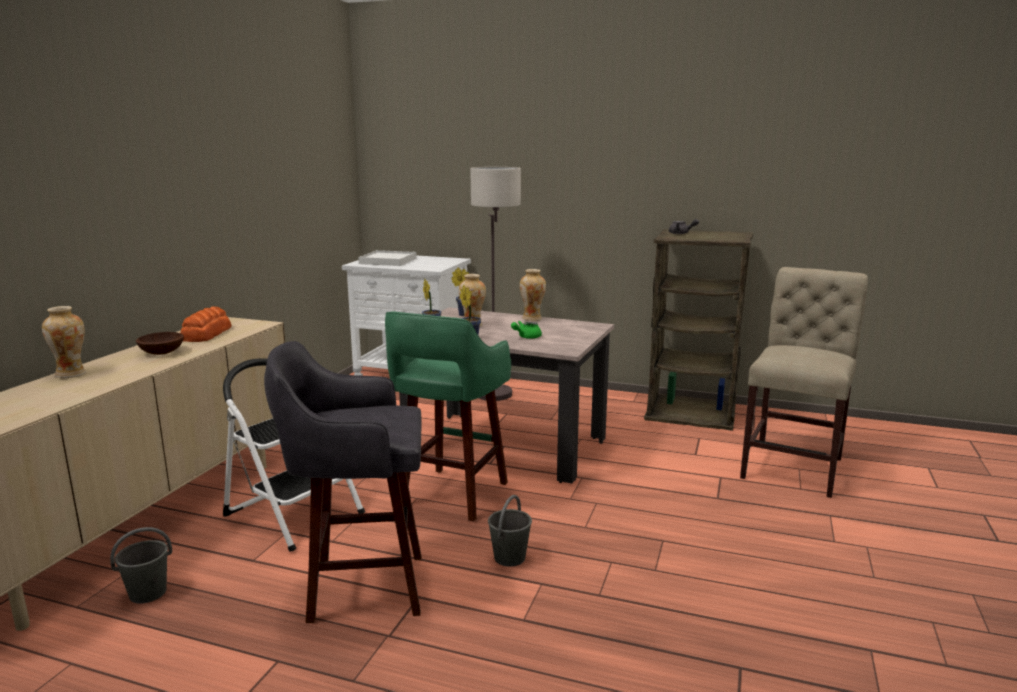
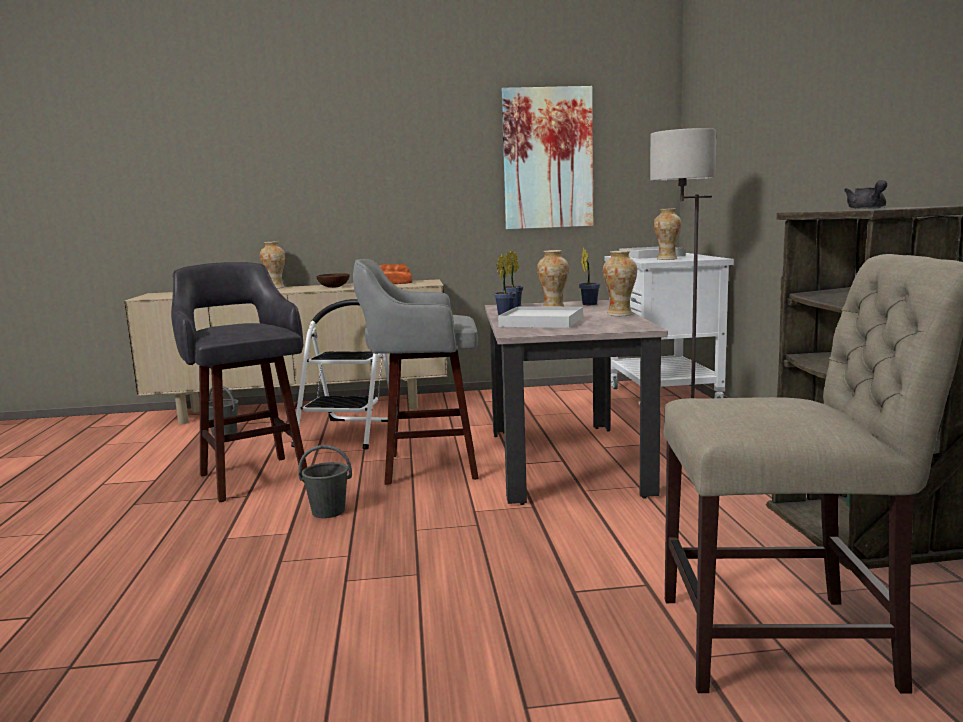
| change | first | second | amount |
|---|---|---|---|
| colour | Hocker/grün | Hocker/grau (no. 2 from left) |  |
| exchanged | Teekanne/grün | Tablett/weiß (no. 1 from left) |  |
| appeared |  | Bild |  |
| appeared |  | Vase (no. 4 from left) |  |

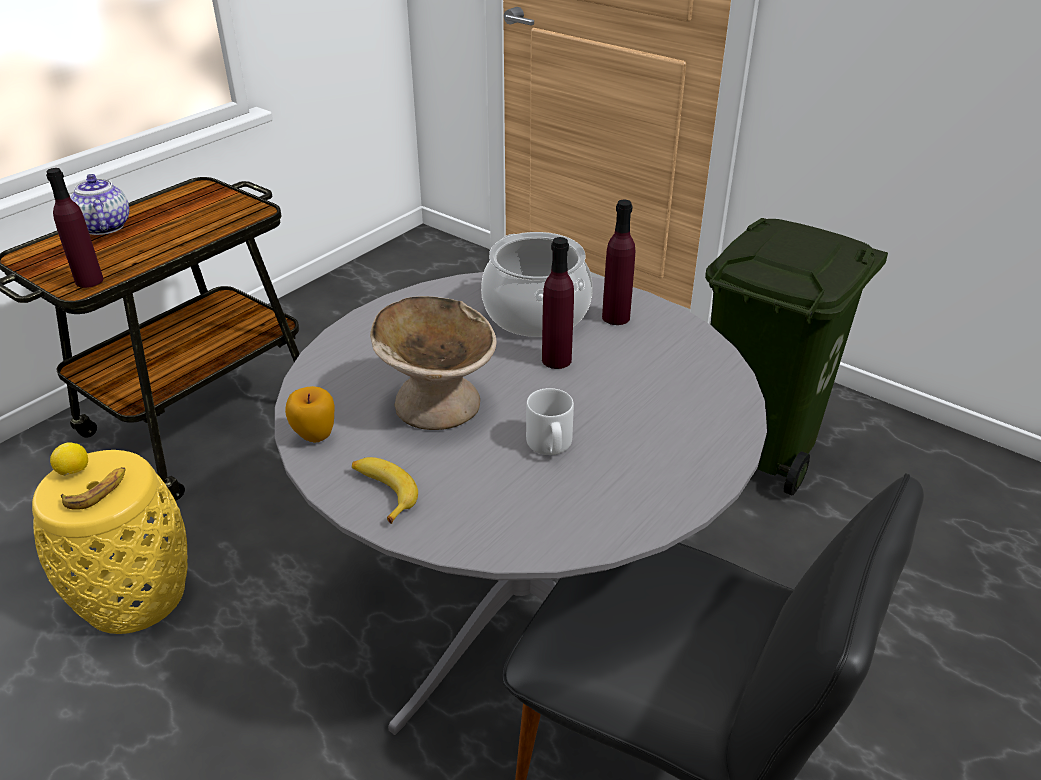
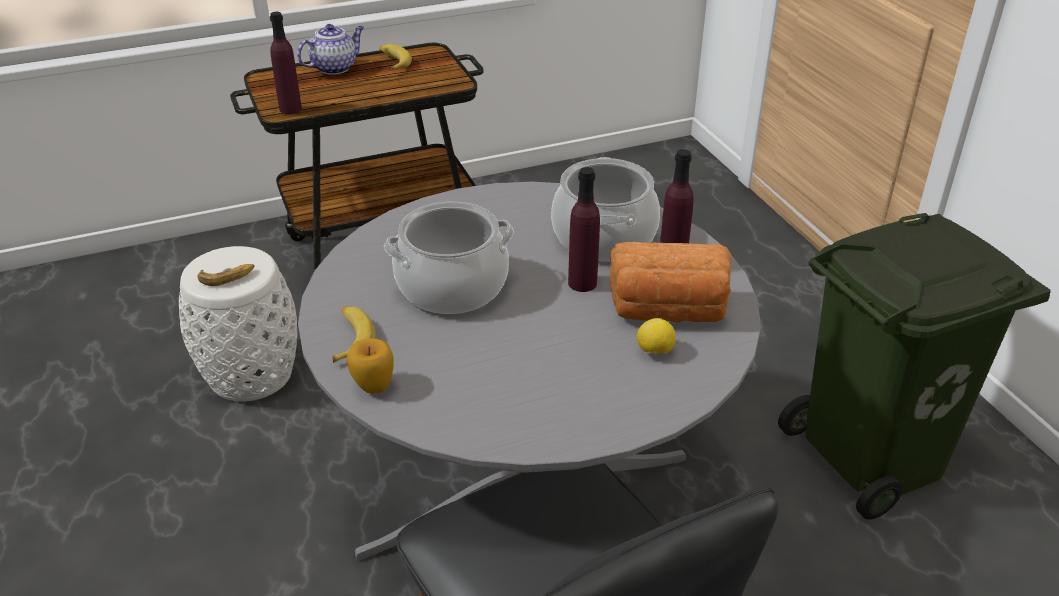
| change | first | second | amount |
|---|---|---|---|
| colour | Hocker/gelb | Hocker/weiß |  |
| relocated | Zitrone |  |  |
| spun | Teekanne |  | 45 degrees clockwise |
| relocated | Apfel |  |  |
| exchanged | Schüssel/beige | Kochtopf (no. 1 from left) |  |
| missing | Henkelbecher/grau |  |  |
| appeared |  | Banane (no. 3 from left) |  |
| appeared |  | Brot |  |

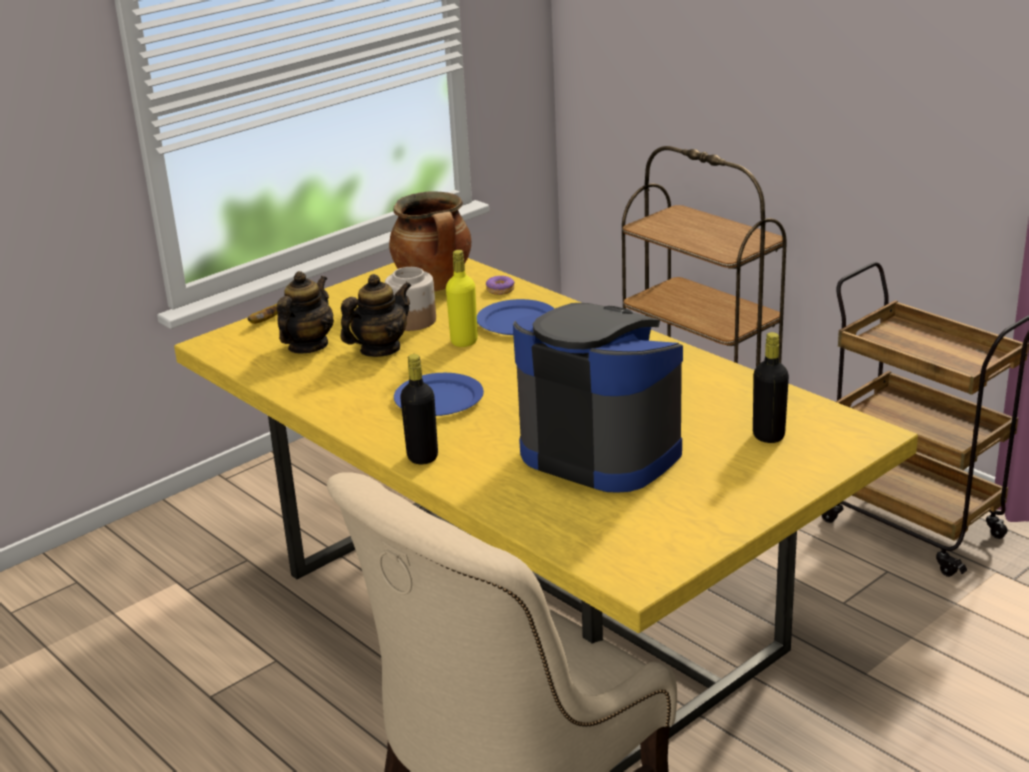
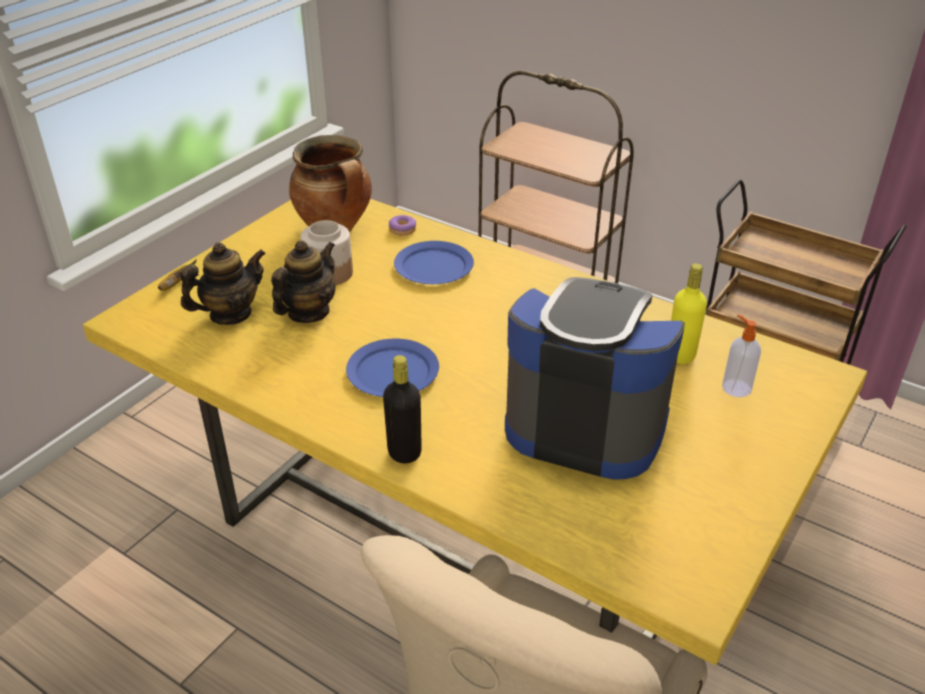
| change | first | second | amount |
|---|---|---|---|
| spun | Teekanne (no. 1 from left) |  | 45 degrees clockwise |
| relocated | Flasche/gelb |  |  |
| exchanged | Flasche/schwarz (no. 2 from left) | Seifenspender |  |

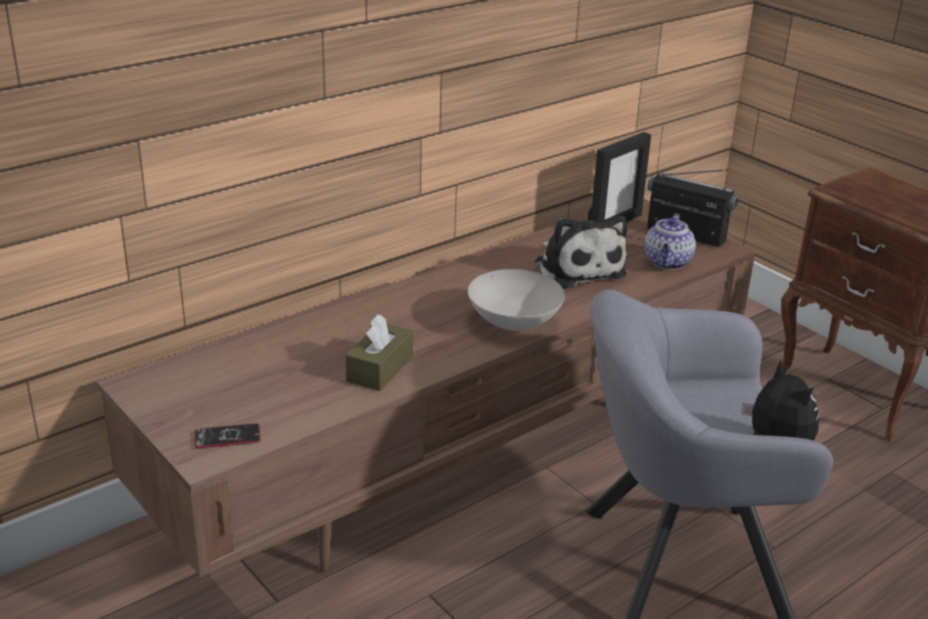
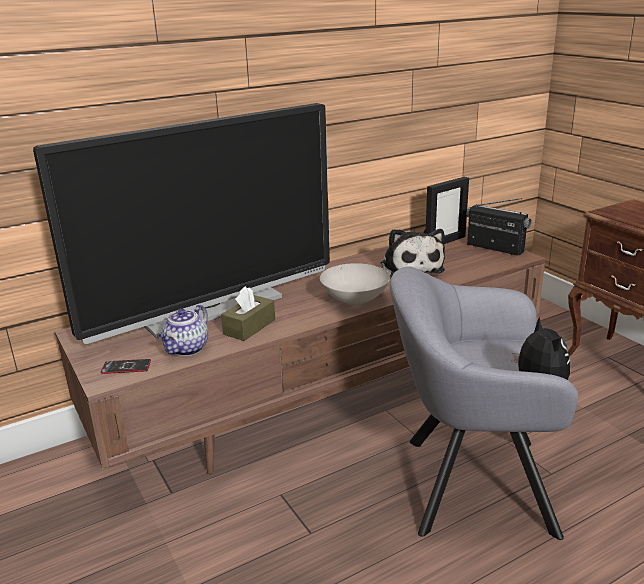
| change | first | second | amount |
|---|---|---|---|
| relocated | Teekanne |  |  |
| appeared |  | Fernseher |  |

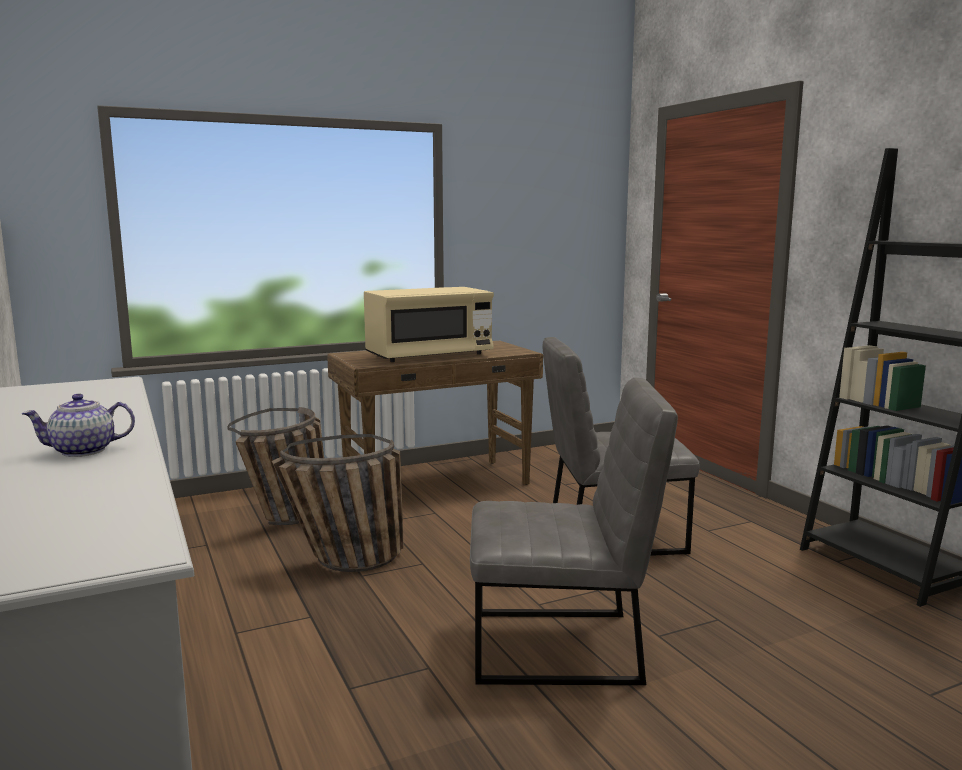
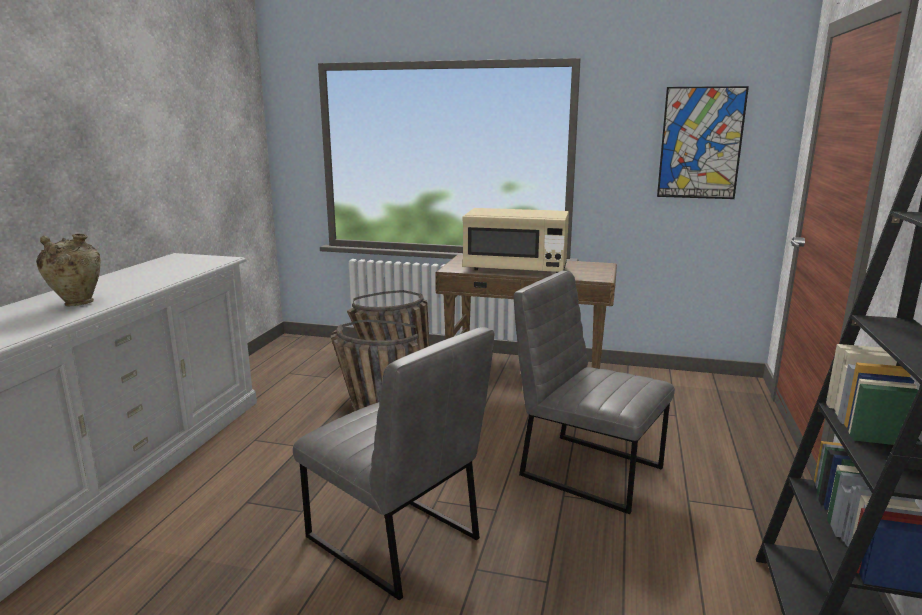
| change | first | second | amount |
|---|---|---|---|
| exchanged | Teekanne | Vase/beige |  |
| appeared |  | Bild |  |

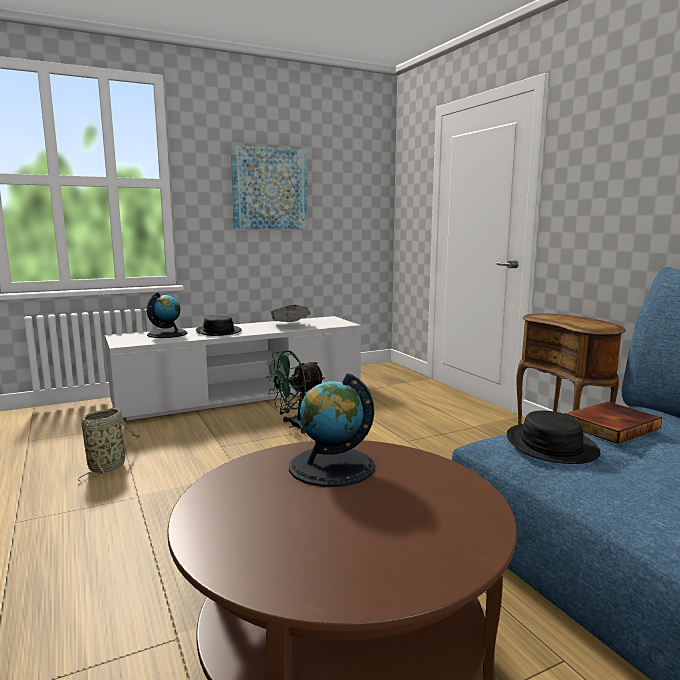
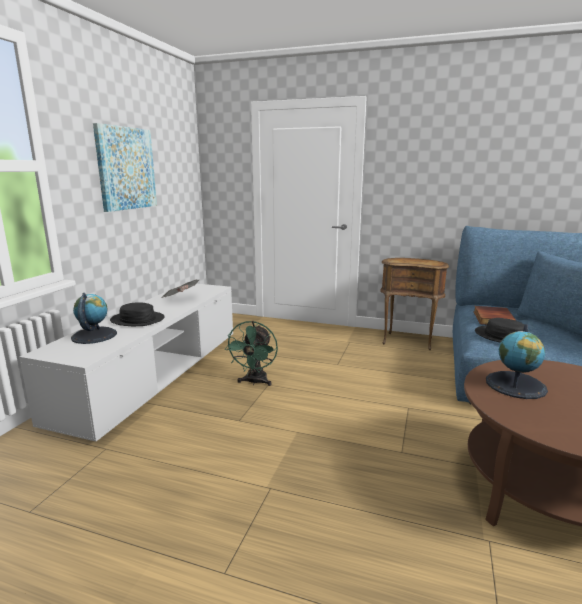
| change | first | second | amount |
|---|---|---|---|
| missing | Korb |  |  |

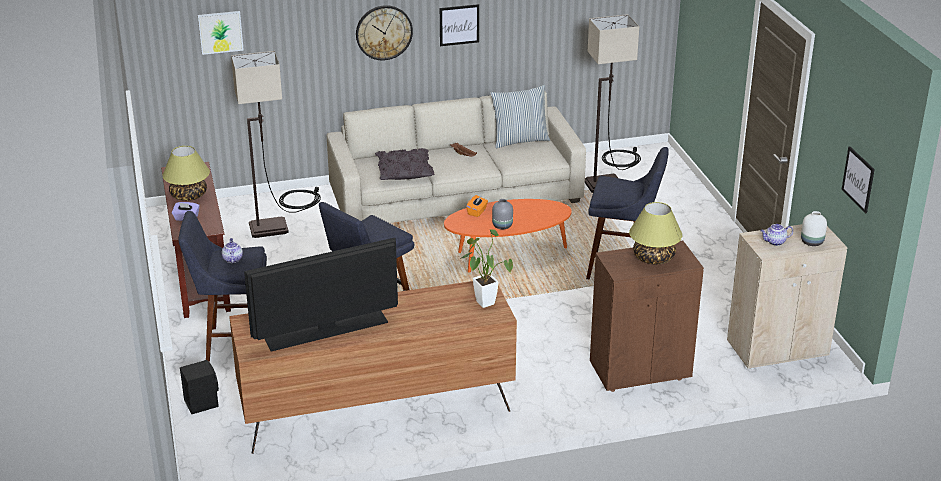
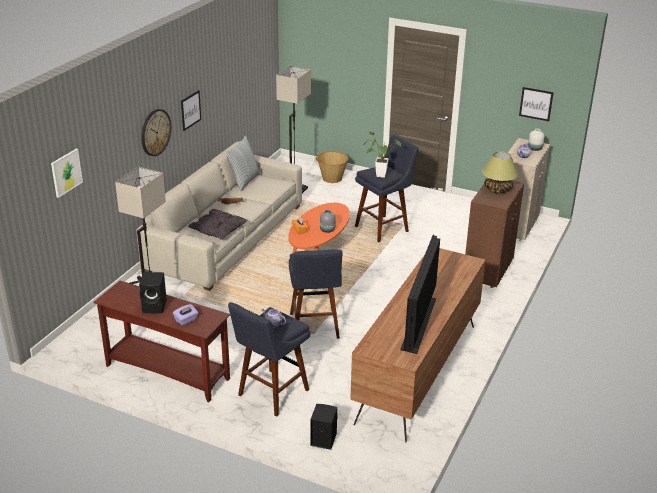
| change | first | second | amount |
|---|---|---|---|
| exchanged | Tischlampe (no. 1 from left) | Lautsprecher/schwarz (no. 1 from left) |  |
| relocated | Topfpflanze |  |  |
| appeared |  | Korb |  |

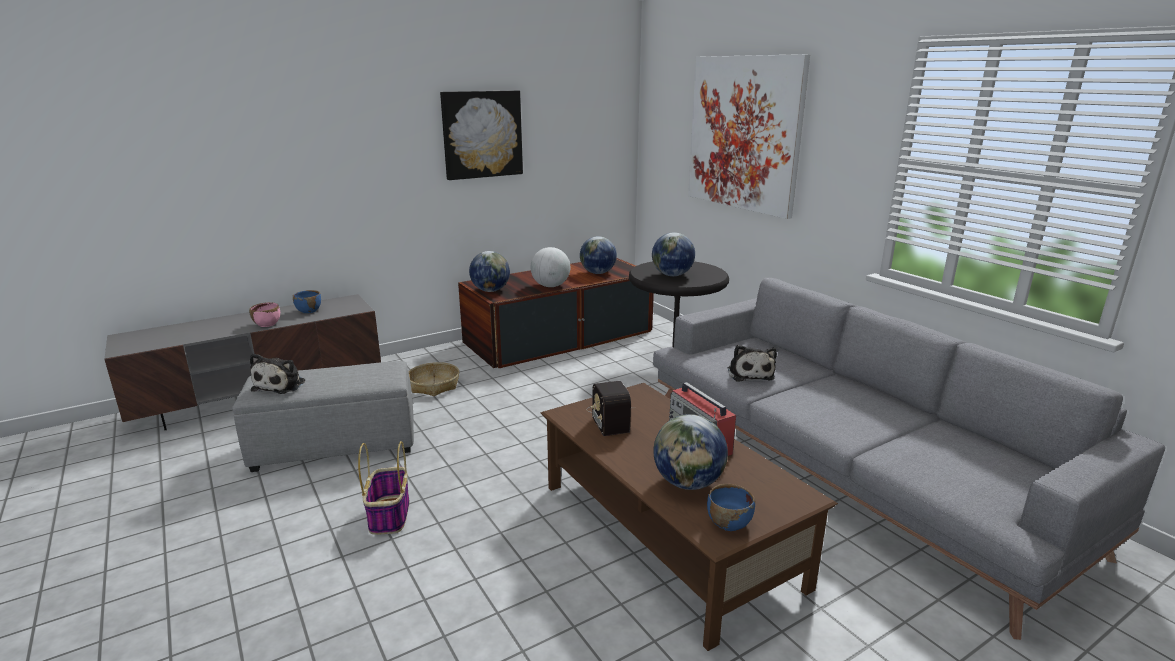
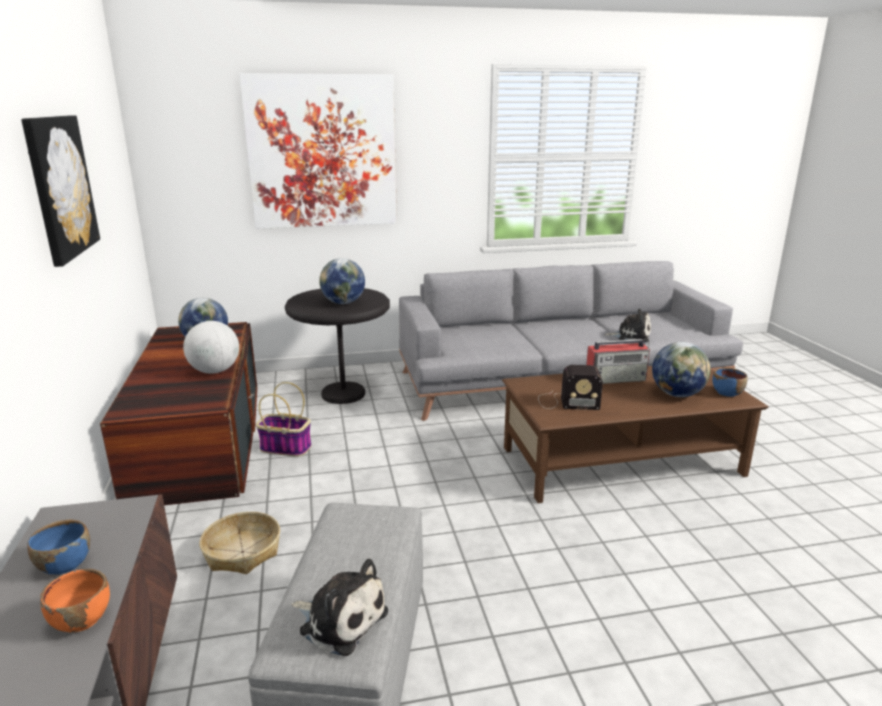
| change | first | second | amount |
|---|---|---|---|
| colour | Schüssel/rosa | Schüssel/orange |  |
| relocated | Korb (no. 1 from left in the first image) | Korb (no. 2 from left) |  |
| missing | Globus (no. 1 from left) |  |  |
| relocated | Plüschtier (no. 2 from left) |  |  |

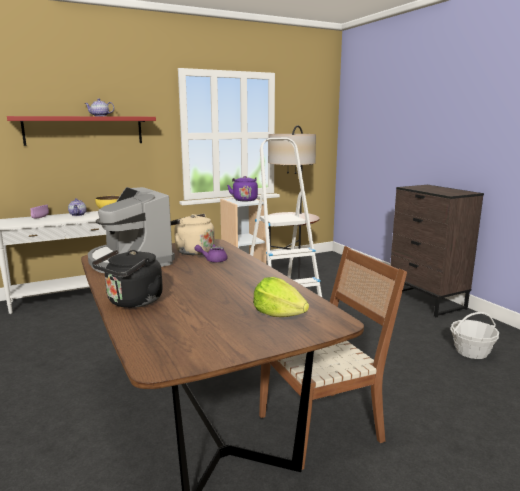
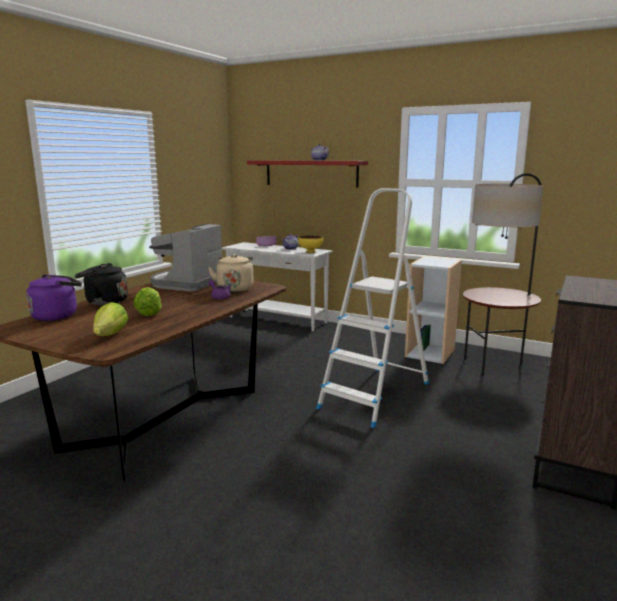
| change | first | second | amount |
|---|---|---|---|
| relocated | Wasserkessel/lila |  |  |
| missing | Stuhl |  |  |
| missing | Korb |  |  |
| appeared |  | Salatkopf (no. 2 from left) |  |

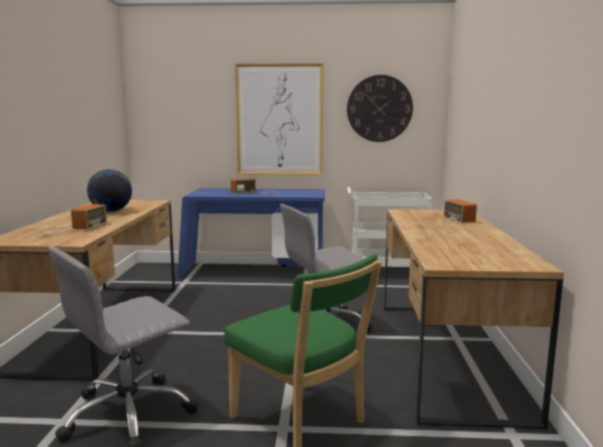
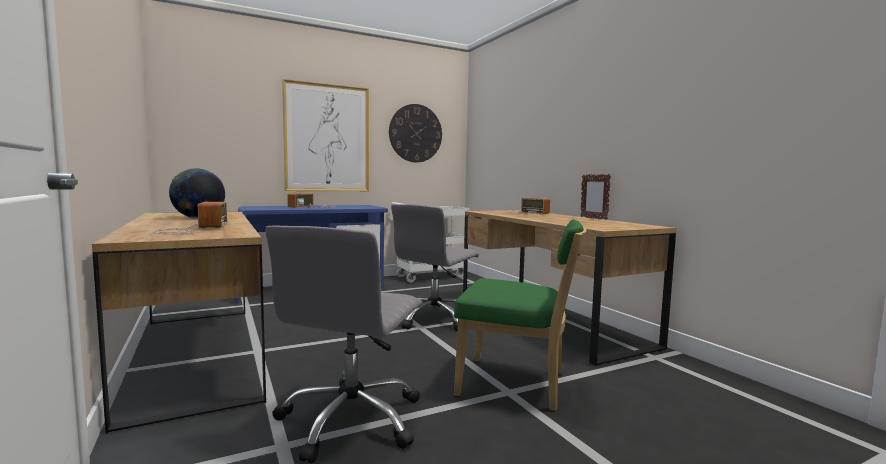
| change | first | second | amount |
|---|---|---|---|
| appeared |  | Bilderrahmen |  |

